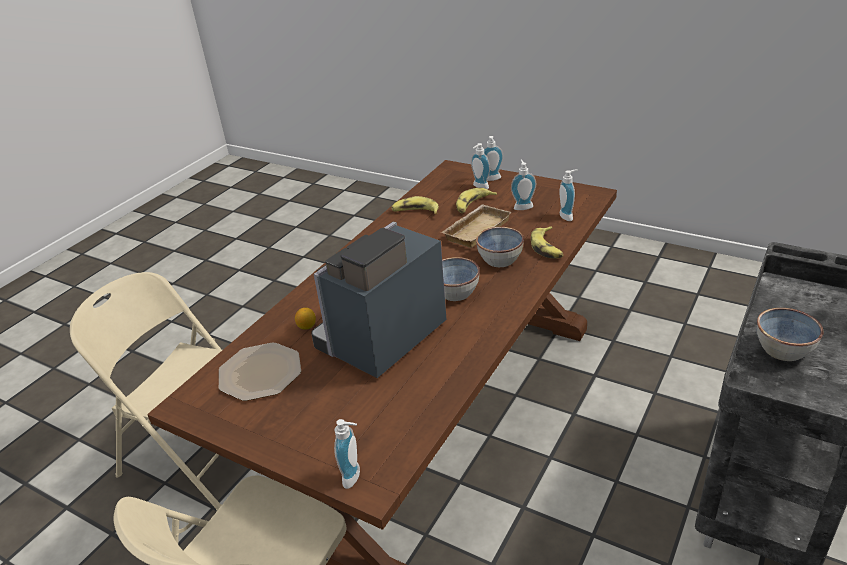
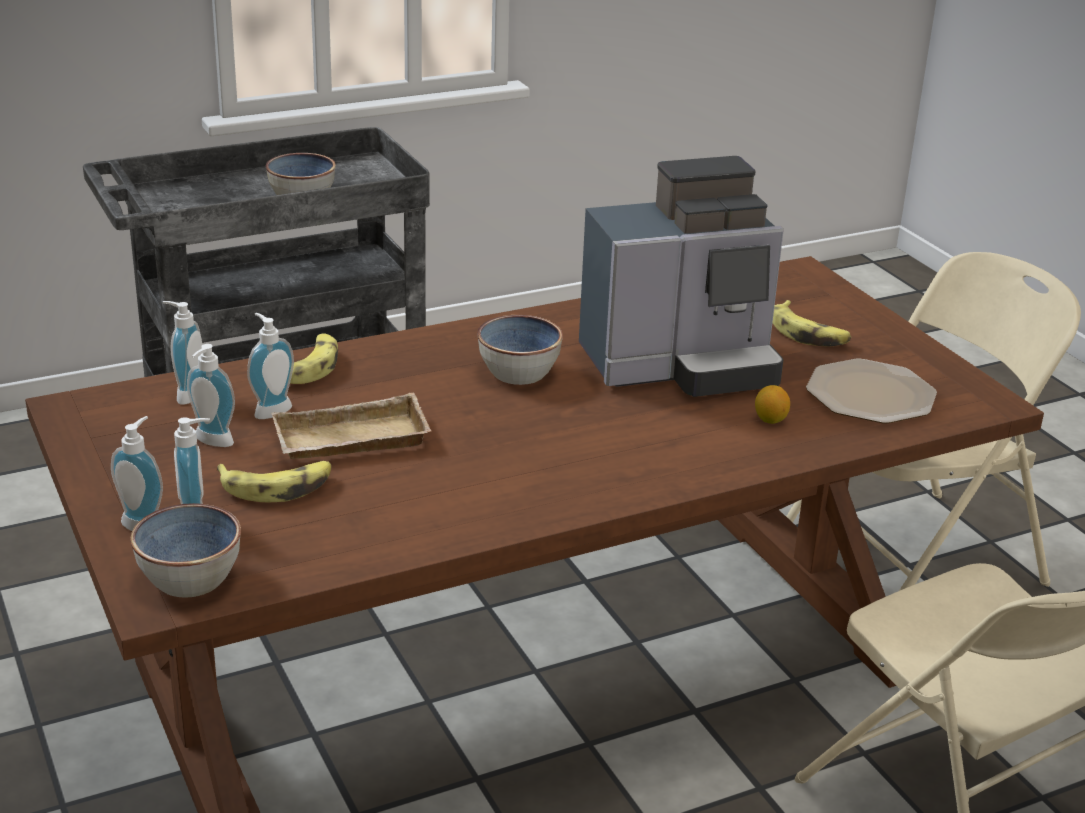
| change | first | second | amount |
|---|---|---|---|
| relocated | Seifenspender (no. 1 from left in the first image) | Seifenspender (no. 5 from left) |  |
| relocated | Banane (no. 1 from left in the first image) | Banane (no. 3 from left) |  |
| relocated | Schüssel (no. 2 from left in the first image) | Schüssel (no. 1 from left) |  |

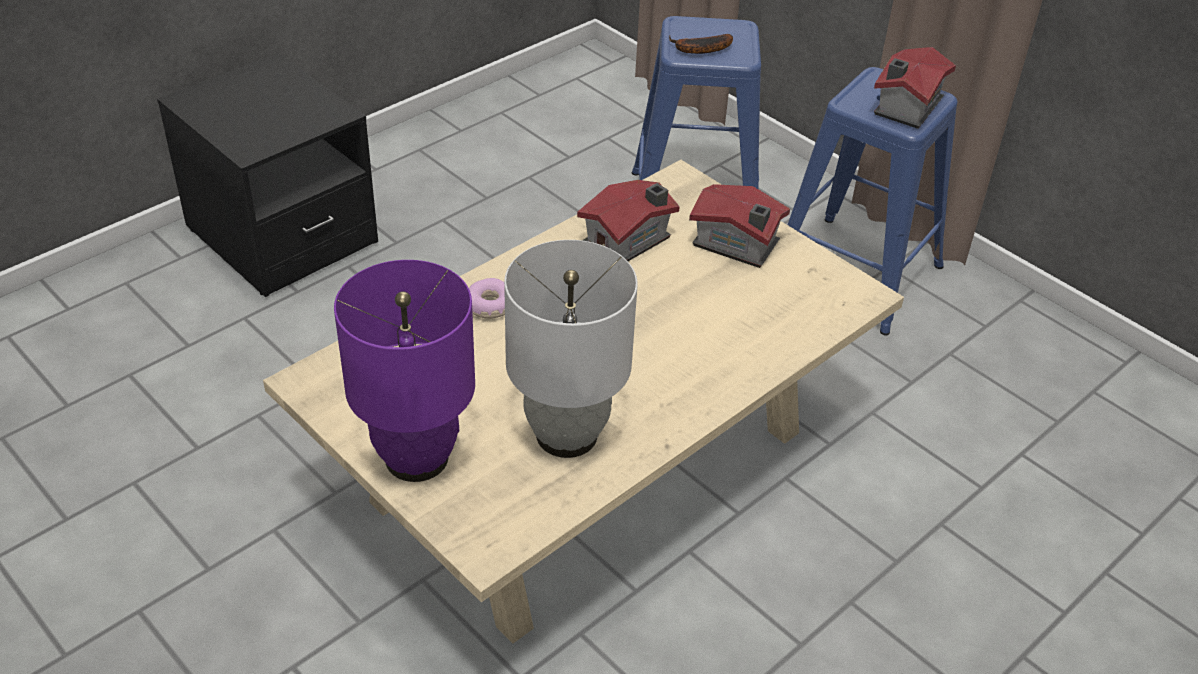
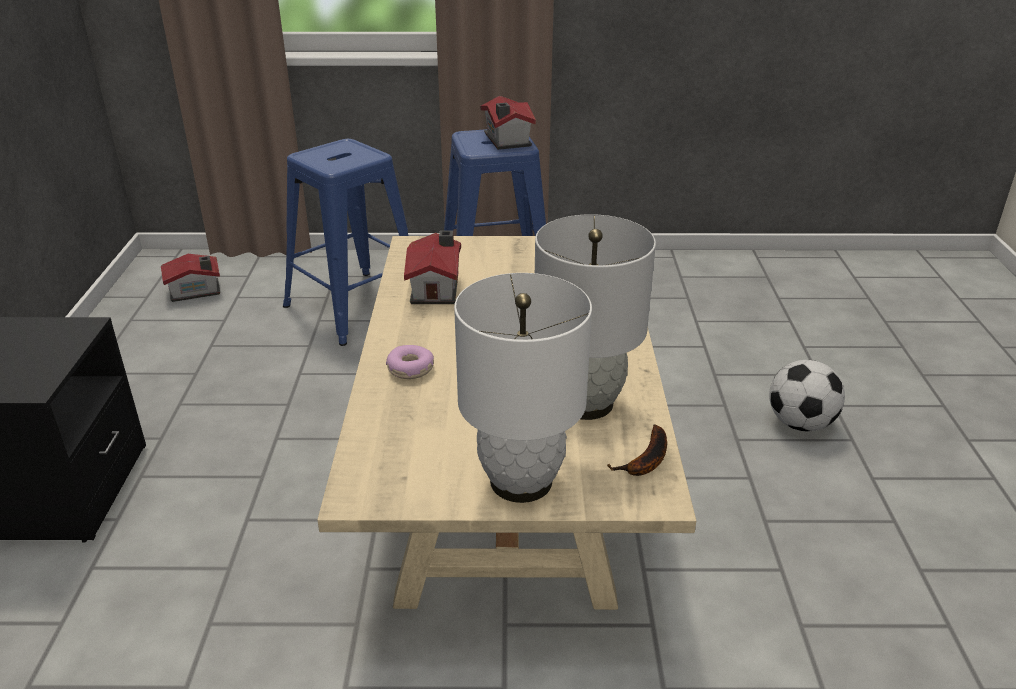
| change | first | second | amount |
|---|---|---|---|
| colour | Tischlampe/lila | Tischlampe/weiß (no. 1 from left) |  |
| relocated | Banane |  |  |
| relocated | Spielzeughaus (no. 2 from left in the first image) | Spielzeughaus (no. 1 from left) |  |
| appeared |  | Fußball |  |

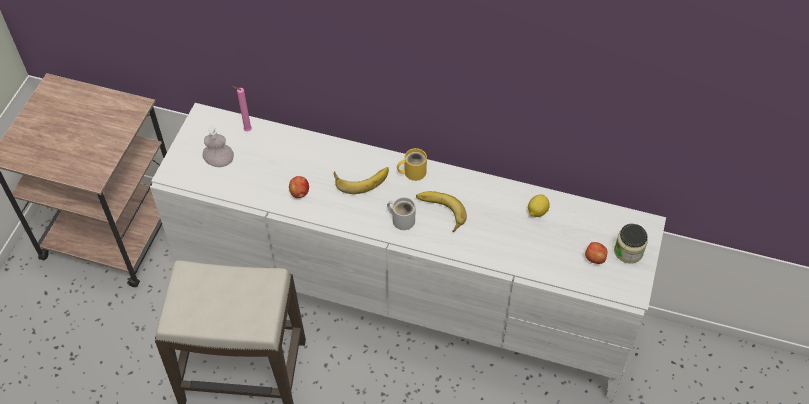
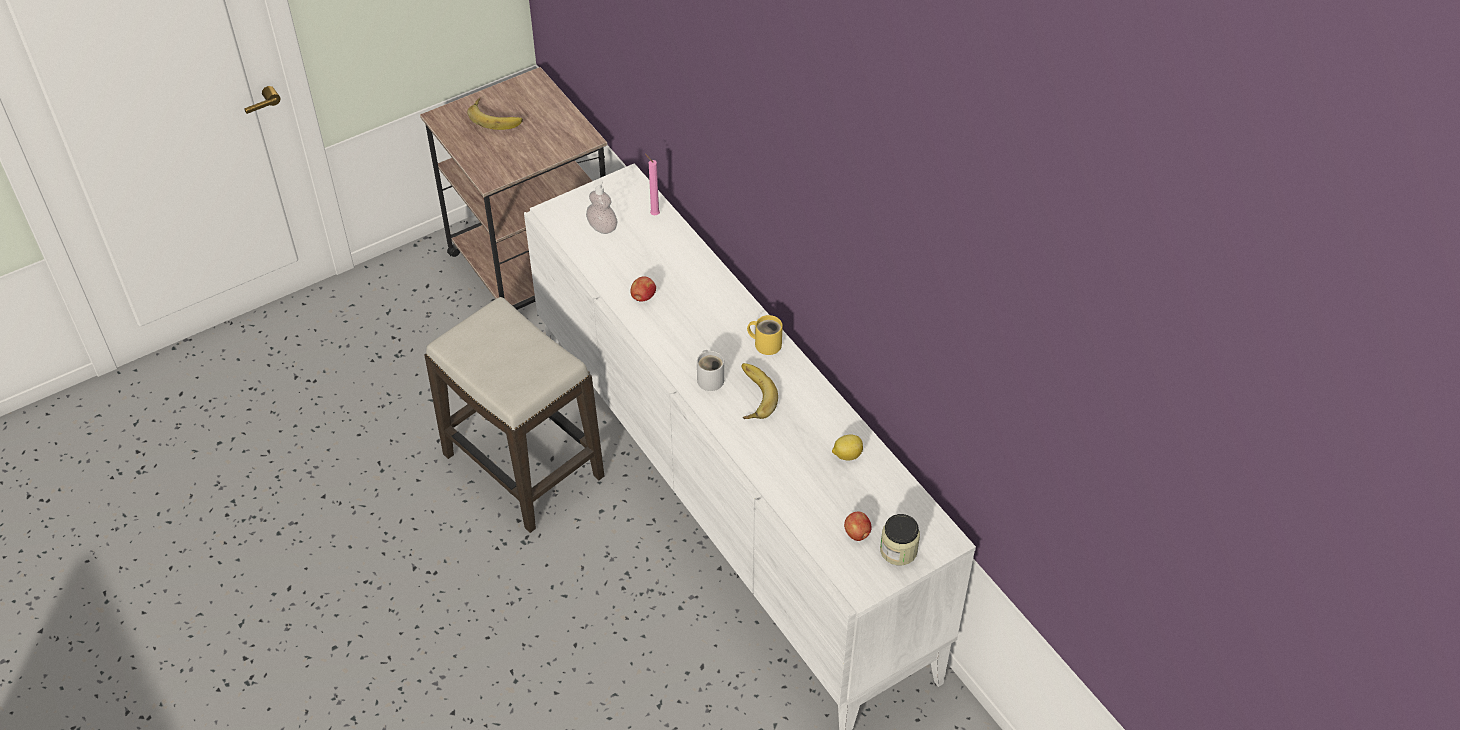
| change | first | second | amount |
|---|---|---|---|
| relocated | Banane (no. 1 from left) |  |  |

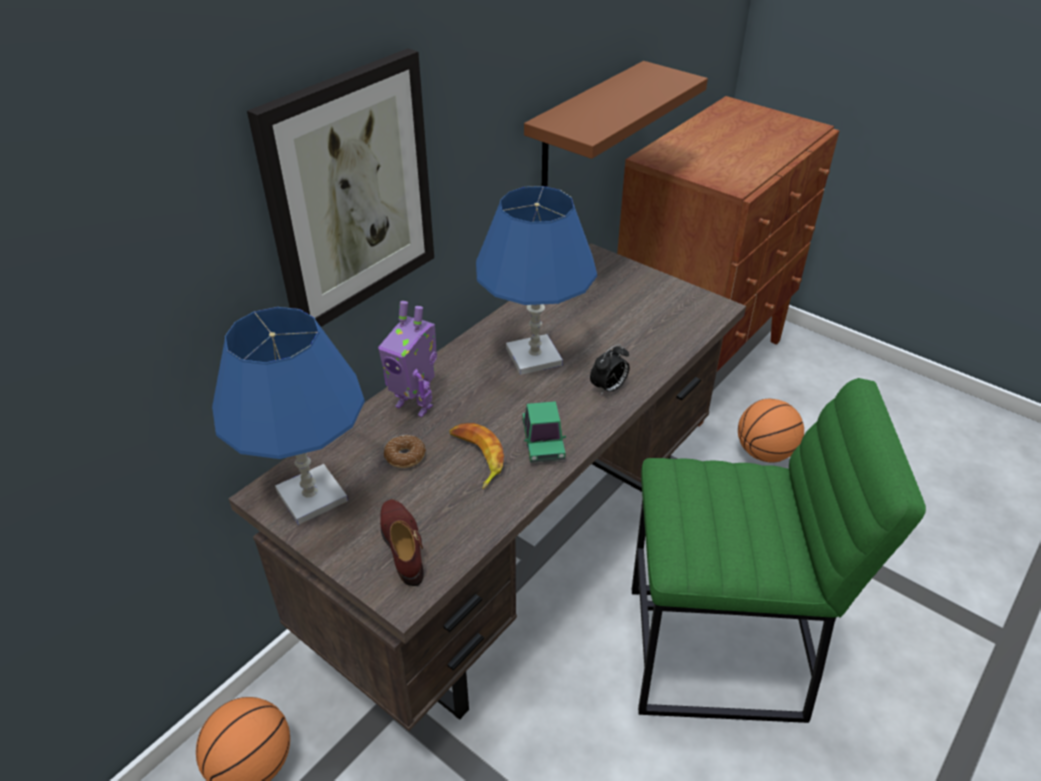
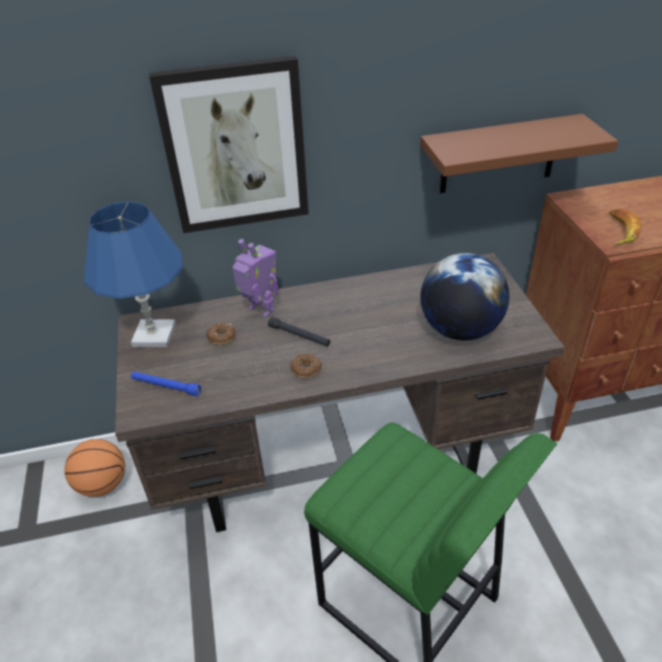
| change | first | second | amount |
|---|---|---|---|
| spun | Spielzeugroboter |  | 150 degrees clockwise |
| exchanged | Schuh/braun | Taschenlampe/blau |  |
| relocated | Banane |  |  |
| missing | Tischlampe/blau (no. 2 from left) |  |  |
| exchanged | Spielzeugauto | Donut (no. 2 from left) |  |
| missing | Wecker |  |  |
| missing | Basketball (no. 2 from left) |  |  |
| appeared |  | Taschenlampe/schwarz |  |
| appeared |  | Globus |  |

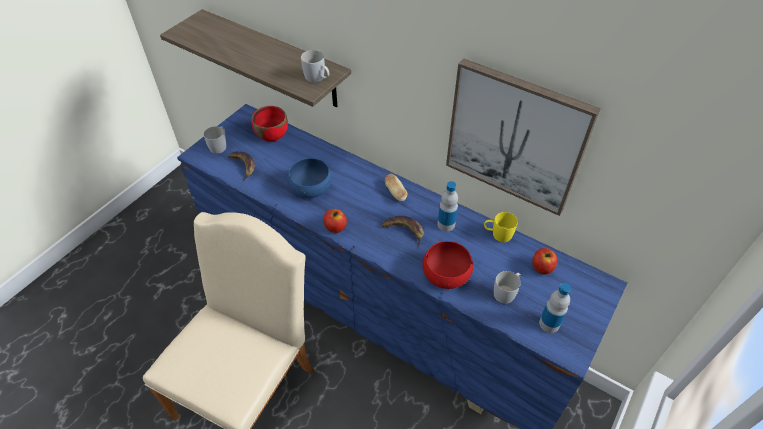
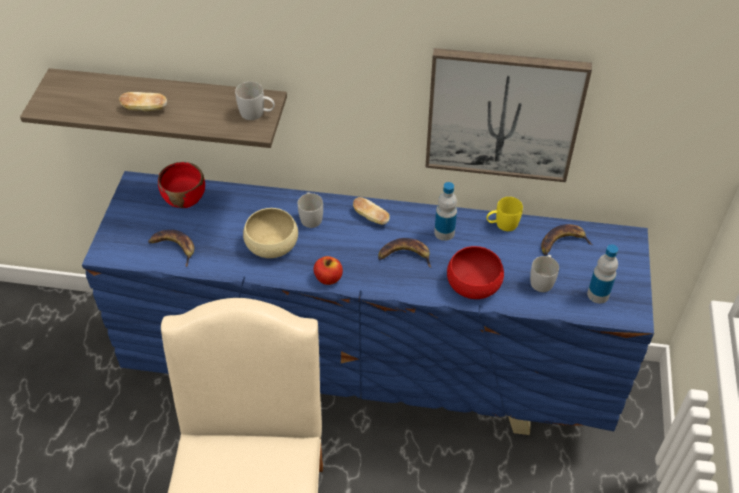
| change | first | second | amount |
|---|---|---|---|
| relocated | Henkelbecher/weiß (no. 1 from left in the first image) | Henkelbecher/weiß (no. 2 from left) |  |
| colour | Schüssel/blau | Schüssel/beige |  |
| exchanged | Apfel (no. 2 from left) | Banane (no. 3 from left) |  |
| appeared |  | Brot (no. 1 from left) |  |

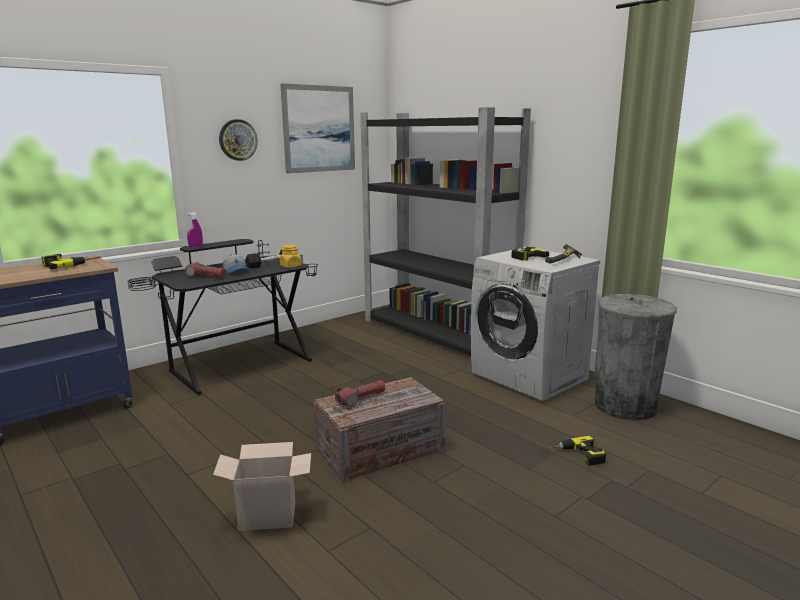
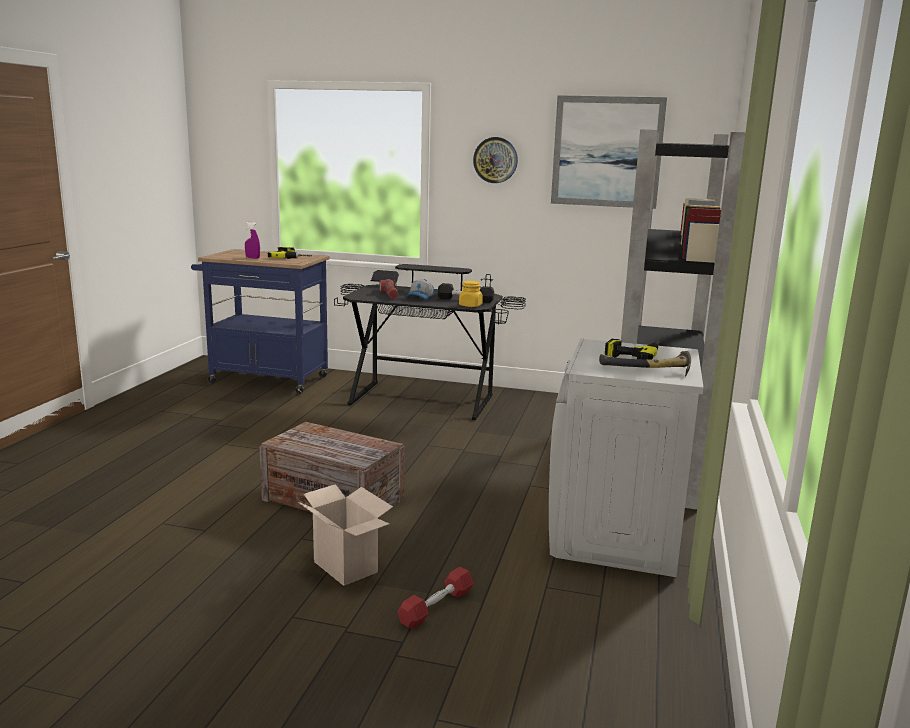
| change | first | second | amount |
|---|---|---|---|
| relocated | Sprühflasche/lila |  |  |
| relocated | Karton |  |  |
| missing | Taschenlampe (no. 2 from left) |  |  |
| exchanged | Bohrmaschine (no. 3 from left) | Hantel/rot |  |
| missing | Mülleimer/grau |  |  |

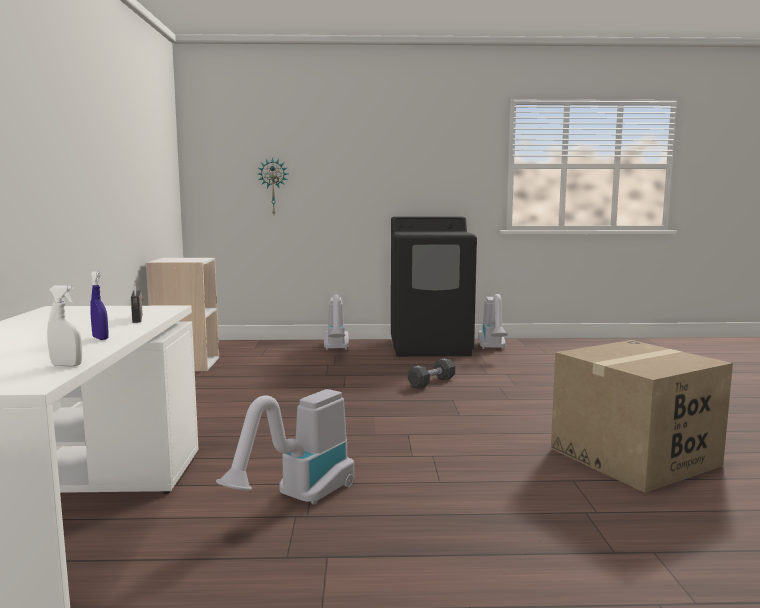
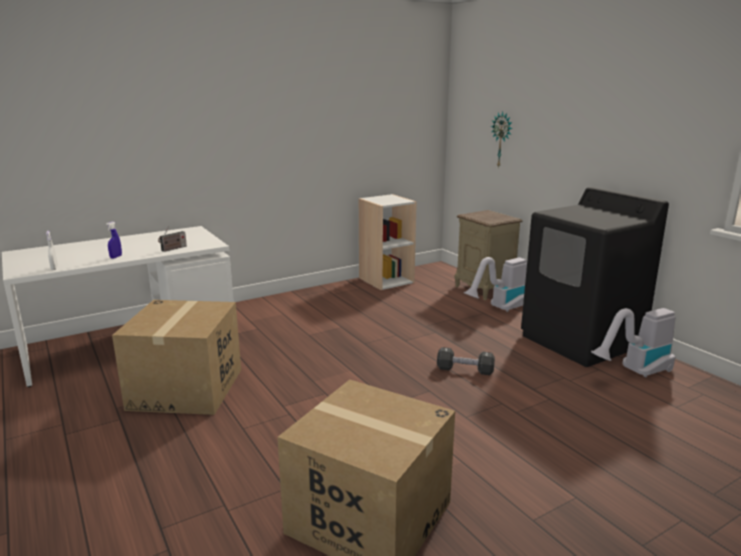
| change | first | second | amount |
|---|---|---|---|
| exchanged | Staubsauger (no. 1 from left) | Karton (no. 1 from left) |  |
| appeared |  | Nachttisch/beige |  |

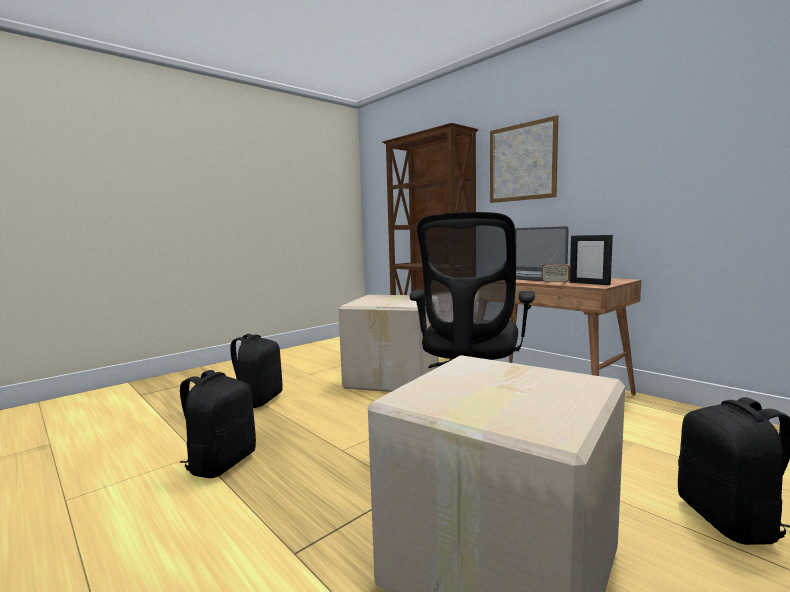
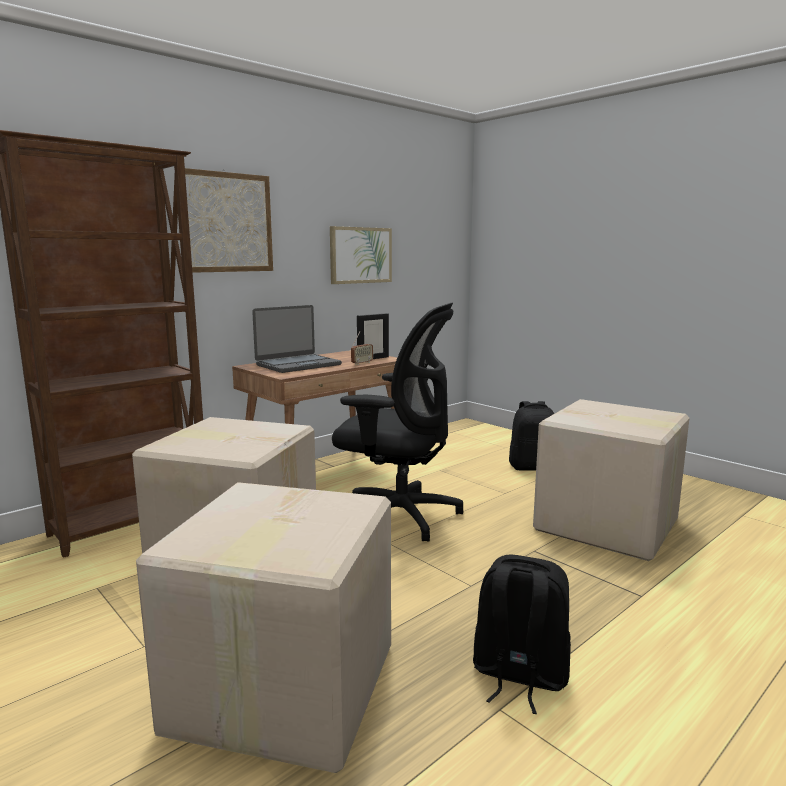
| change | first | second | amount |
|---|---|---|---|
| exchanged | Rucksack/schwarz (no. 2 from left) | Karton (no. 2 from left) |  |
| appeared |  | Bild (no. 2 from left) |  |

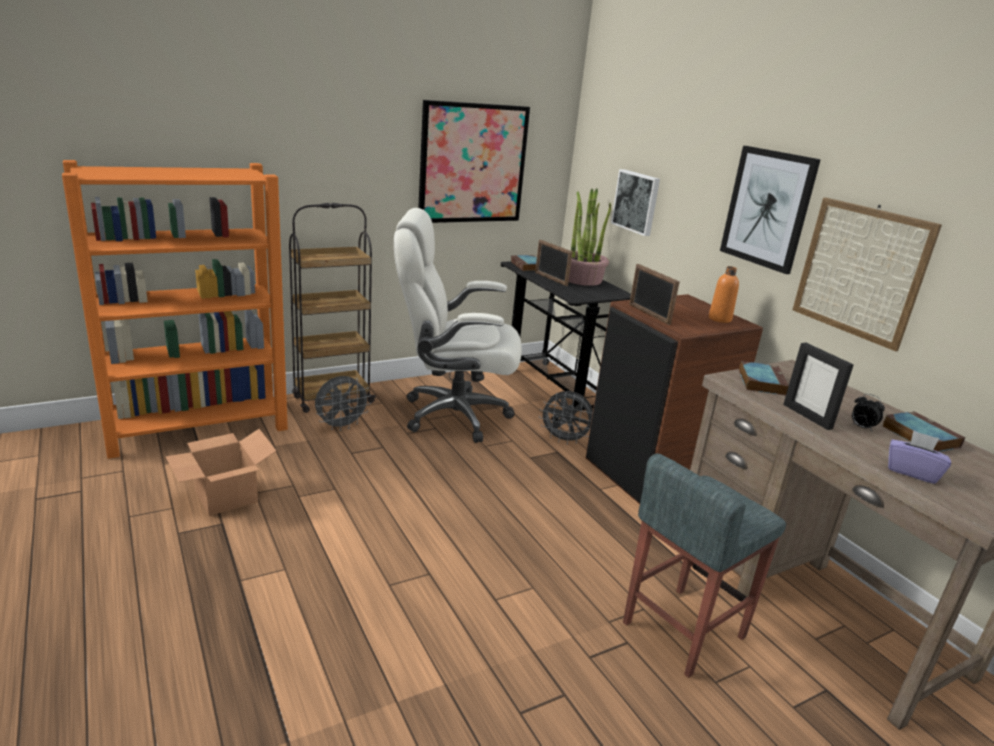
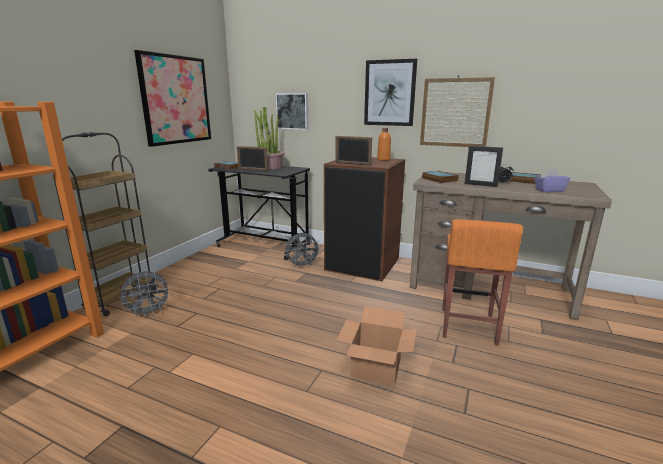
| change | first | second | amount |
|---|---|---|---|
| relocated | Karton |  |  |
| spun | Ventilator/grau (no. 1 from left) |  | 45 degrees clockwise |
| missing | Bürostuhl/weiß |  |  |
| colour | Hocker/grau | Hocker/orange |  |

